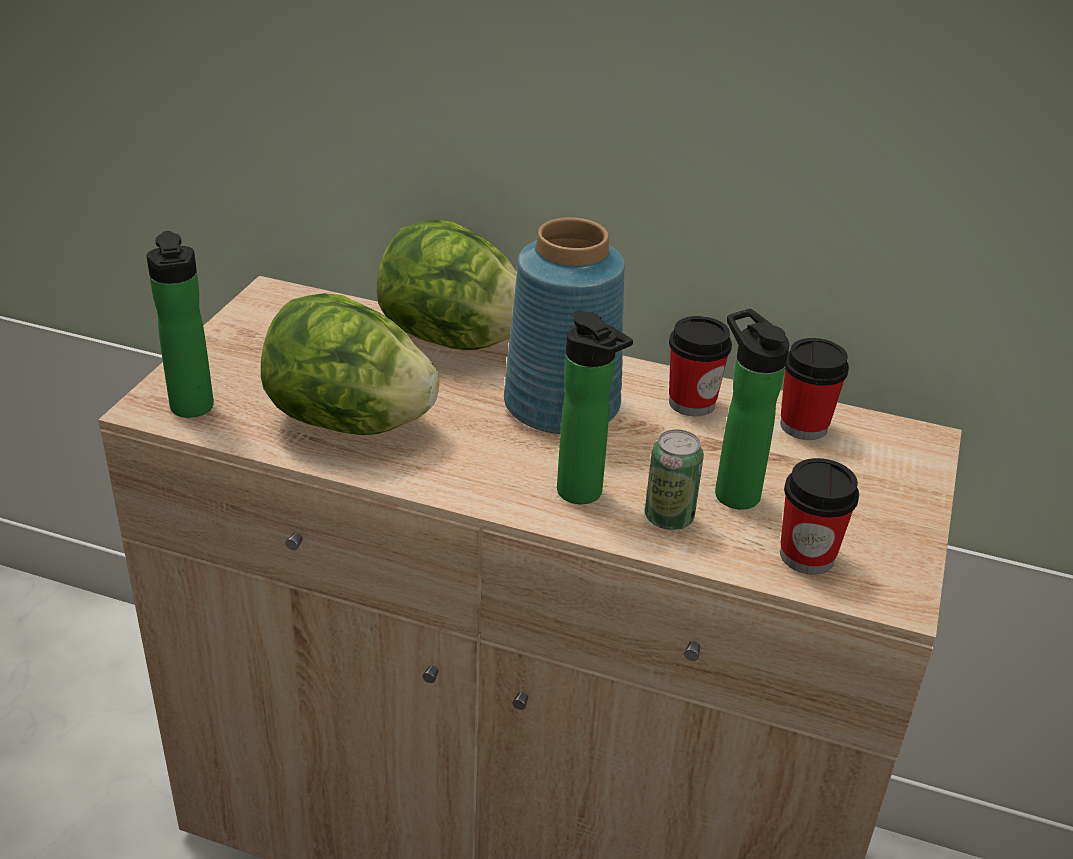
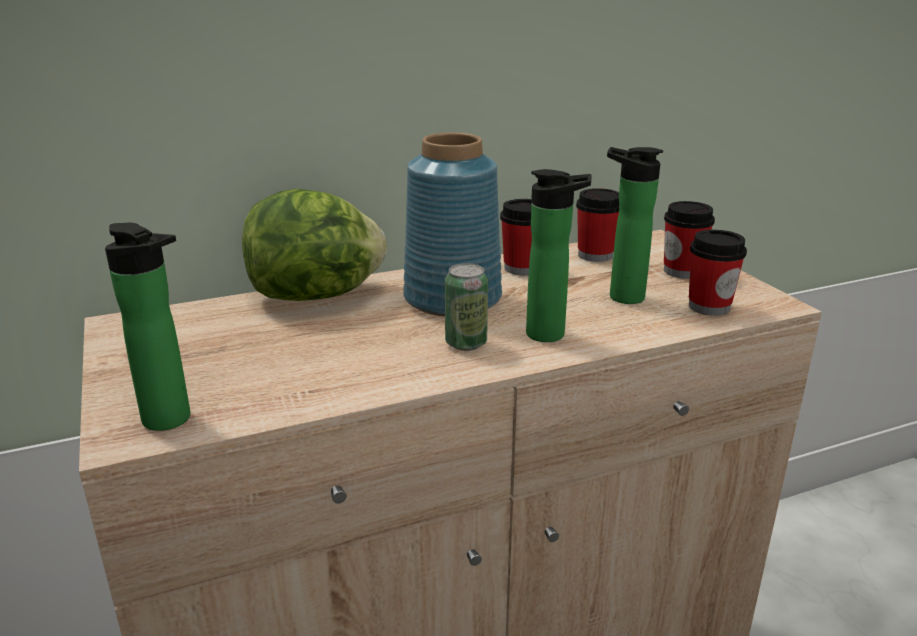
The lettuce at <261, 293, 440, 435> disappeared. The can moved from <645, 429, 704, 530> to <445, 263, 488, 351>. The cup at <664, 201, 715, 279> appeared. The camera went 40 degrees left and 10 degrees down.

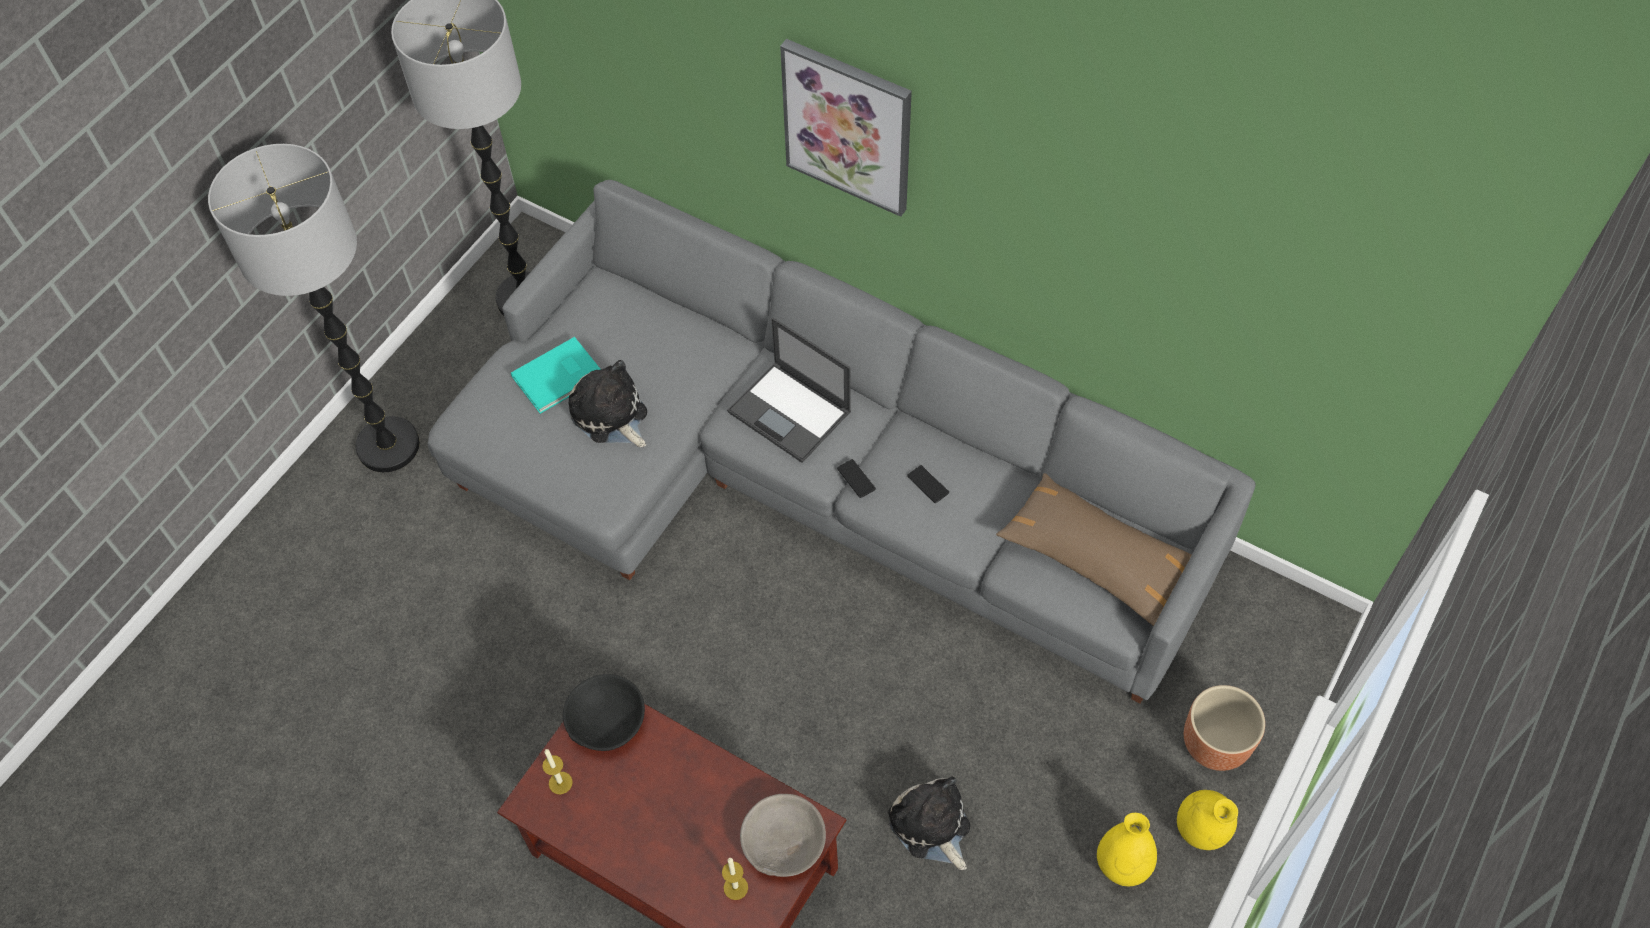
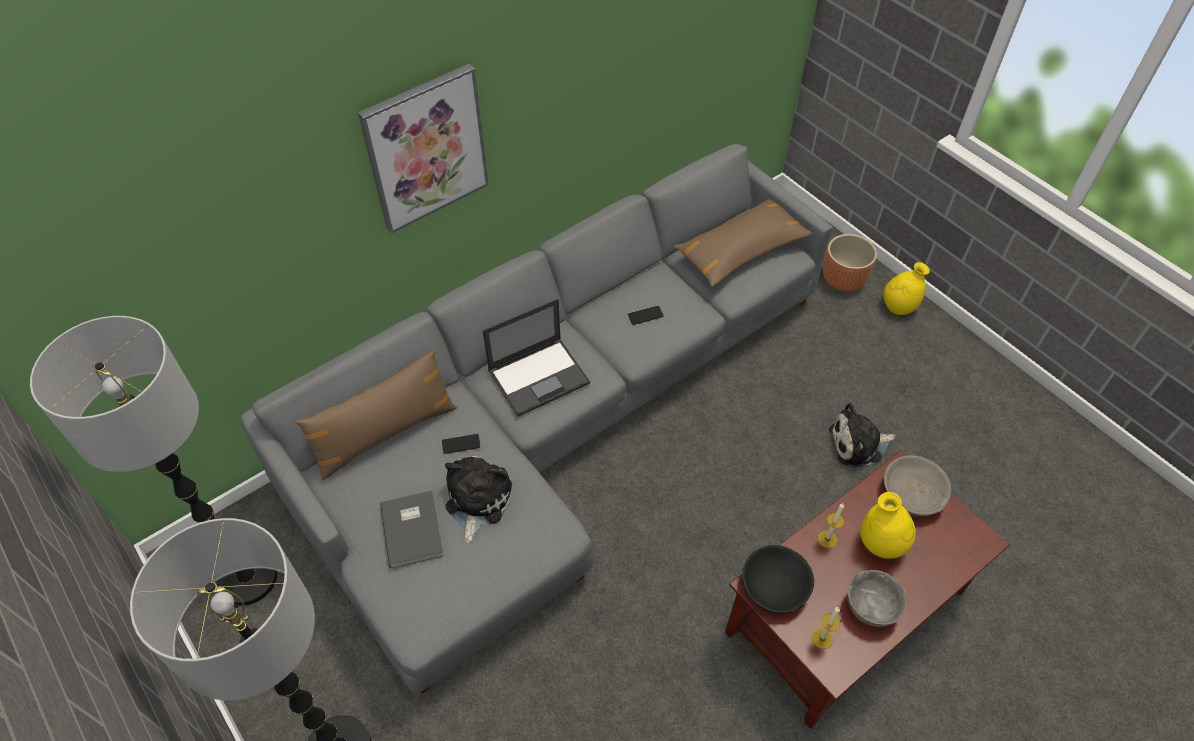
The turquoise book at <511, 337, 601, 414> became the grey book at <380, 491, 444, 568>. The plush toy at <569, 360, 647, 447> turned 120 degrees clockwise. The phone moved from <837, 459, 876, 498> to <442, 434, 480, 454>. The yellow vase moved from <1097, 813, 1157, 886> to <860, 492, 916, 559>. The candle moved from <722, 858, 748, 900> to <818, 503, 844, 548>. The brown pillow at <296, 350, 457, 481> appeared. The grey bowl at <847, 570, 907, 627> appeared. The camera went 70 degrees left and 5 degrees down.

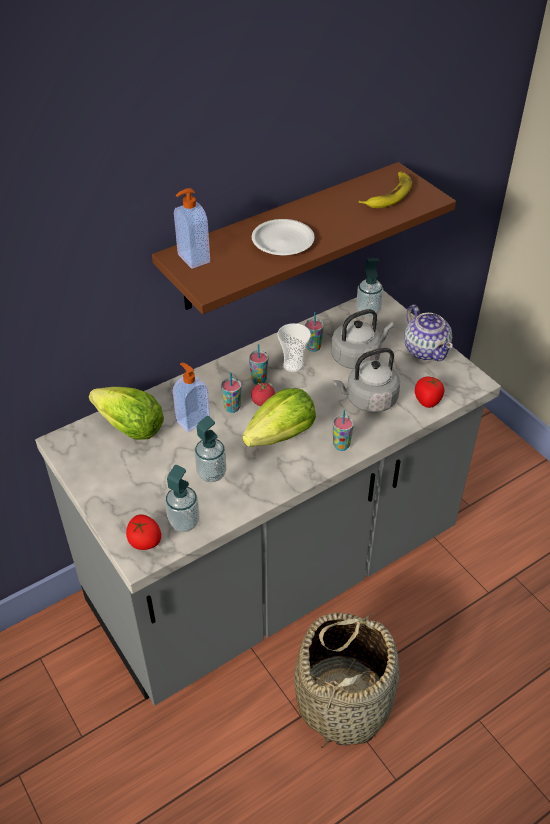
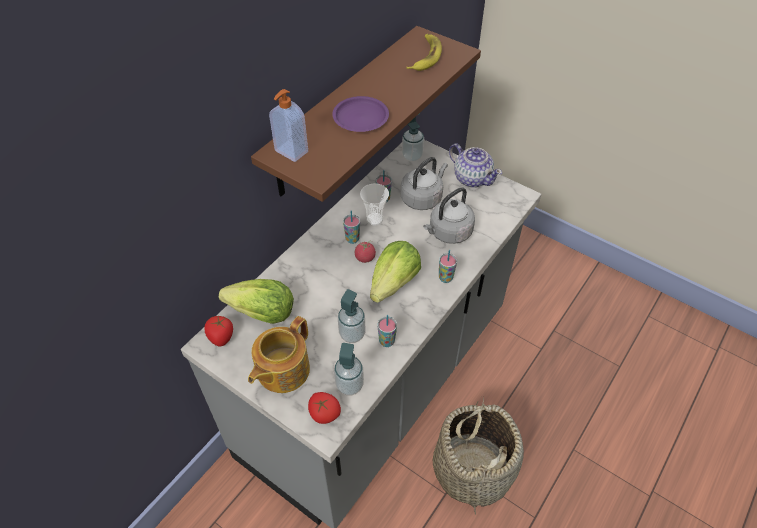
The white plate at <252, 219, 315, 255> became the purple plate at <332, 96, 389, 132>. The soap dispenser at <173, 363, 210, 432> disappeared. The cup moved from <221, 372, 241, 413> to <378, 315, 397, 347>. The tomato moved from <415, 376, 444, 408> to <204, 316, 233, 346>. The teapot at <248, 316, 310, 393> appeared. The camera went 20 degrees left and 5 degrees up.

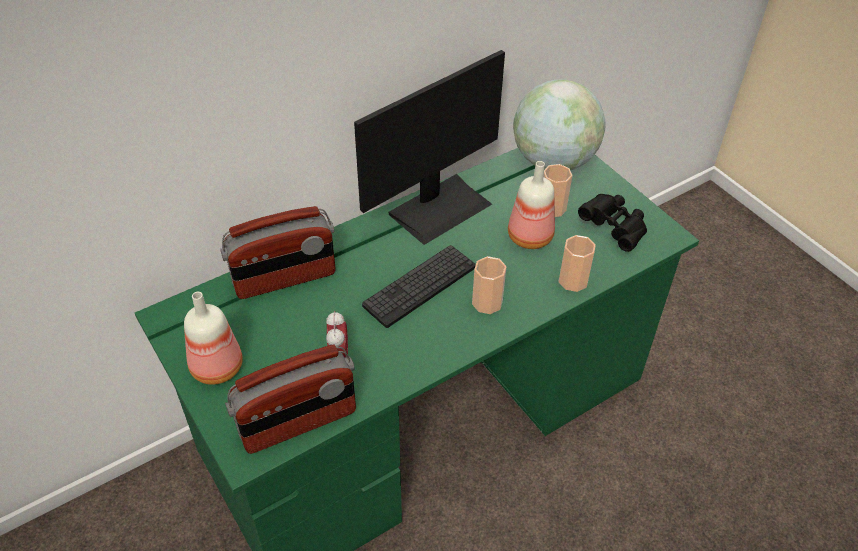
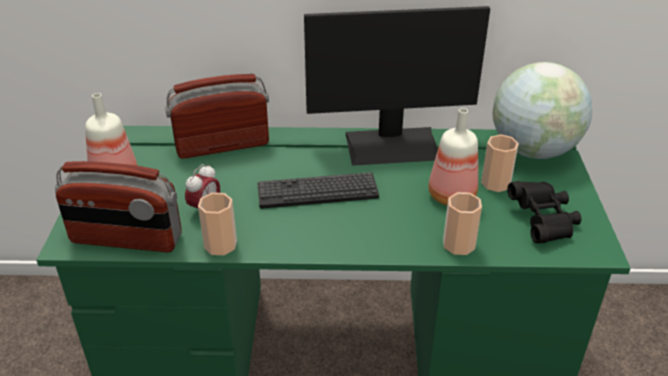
The radio at <220, 206, 335, 299> turned 150 degrees clockwise. The cup moved from <472, 256, 506, 314> to <198, 193, 237, 255>. The camera went 35 degrees right and 10 degrees down.

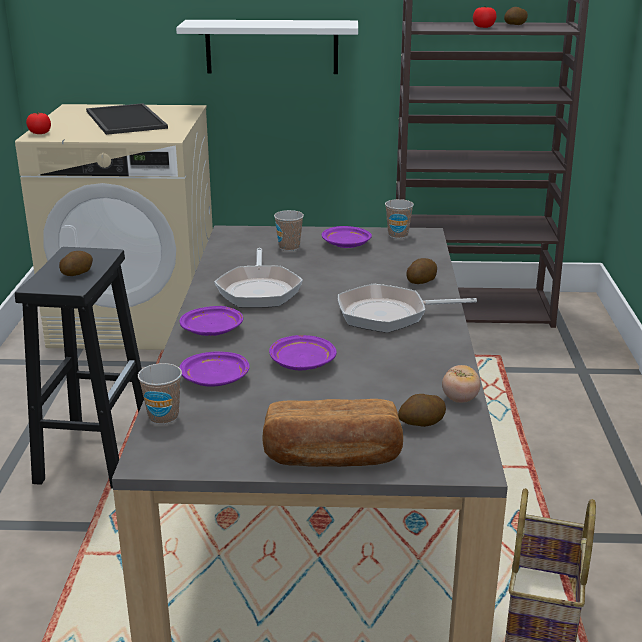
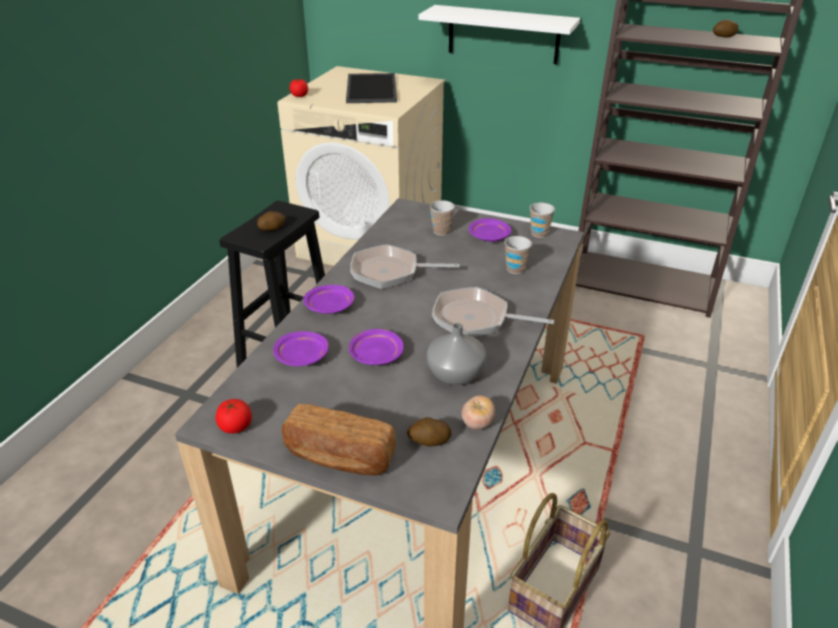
The tomato moved from <473, 6, 497, 28> to <216, 399, 252, 434>. The frying pan at <214, 248, 303, 308> turned 75 degrees clockwise. The potato at <406, 258, 437, 284> disappeared. The cup moved from <138, 363, 182, 424> to <504, 236, 532, 274>. The grey vase at <427, 323, 487, 385> appeared. The camera went 20 degrees right and 10 degrees up.

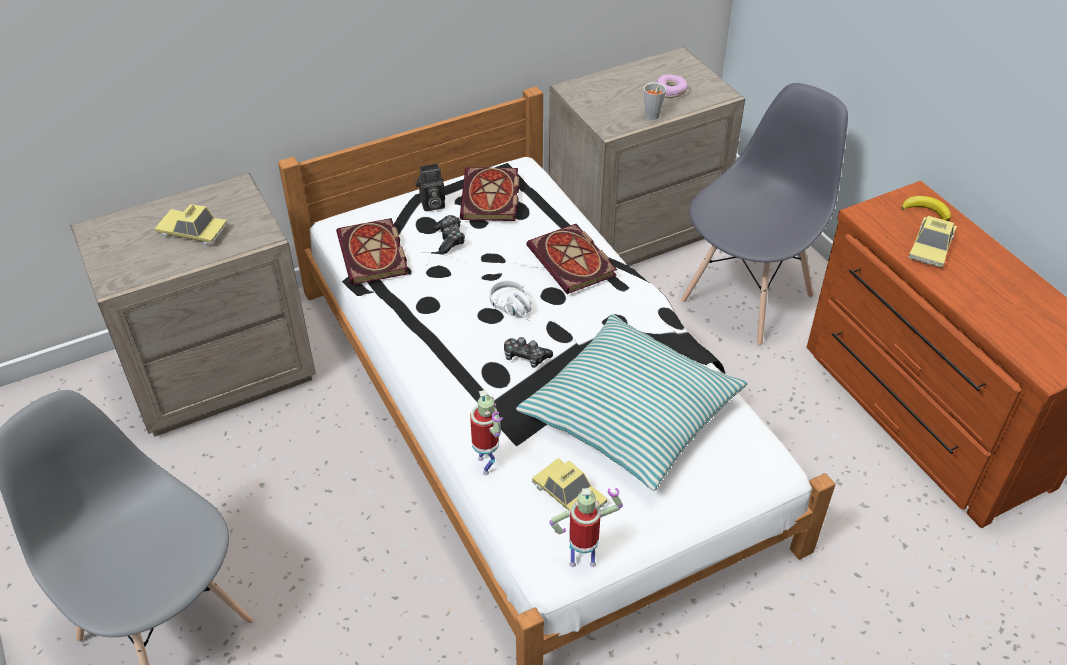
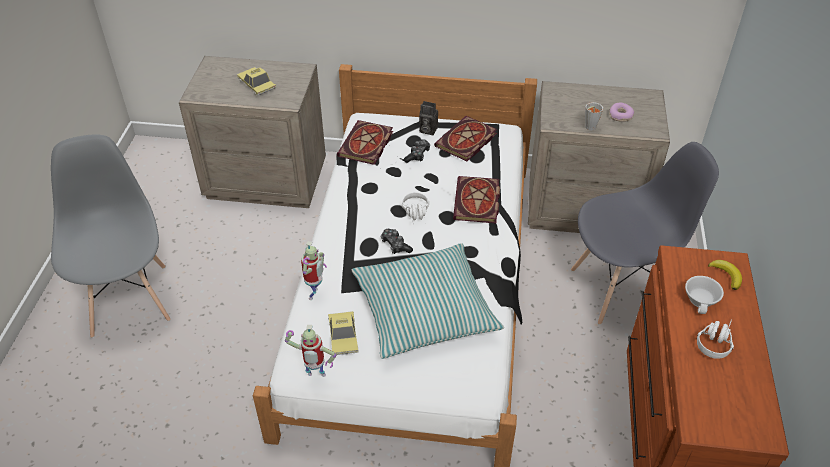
The toy car at <908, 216, 957, 268> was replaced by the white cup at <685, 276, 724, 314>. The toy robot at <549, 488, 623, 567> turned 150 degrees clockwise. The white headphones at <697, 319, 734, 359> appeared. The camera went 35 degrees right and 0 degrees up.

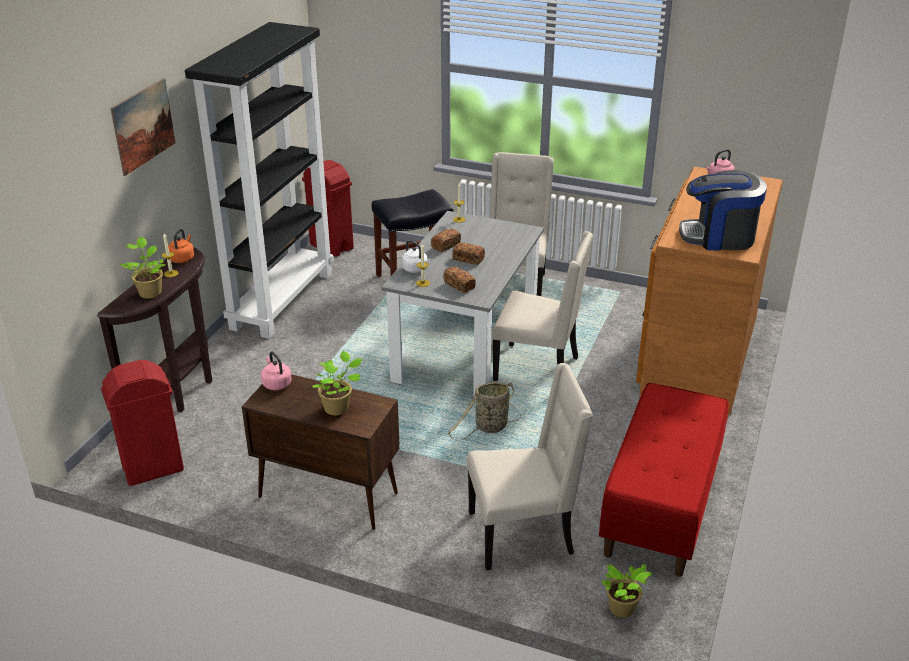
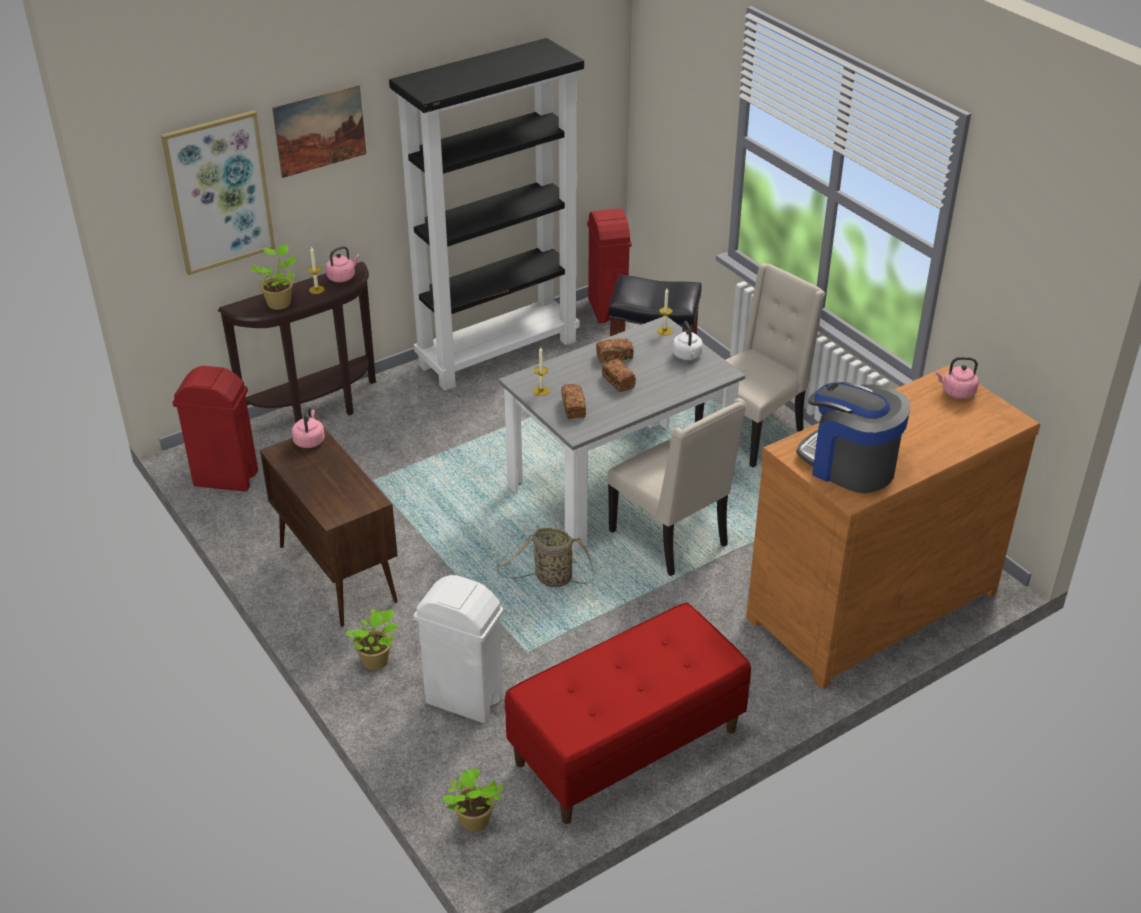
The orange kettle at <168, 229, 194, 263> became the pink kettle at <325, 246, 360, 282>. The white kettle moved from <402, 240, 429, 273> to <672, 321, 703, 360>. The potted plant moved from <312, 351, 363, 415> to <344, 609, 398, 670>. The beige chair at <467, 363, 593, 570> was replaced by the white trash can at <414, 575, 503, 723>. The picture at <161, 110, 275, 275> appeared. The camera went 35 degrees right and 5 degrees up.

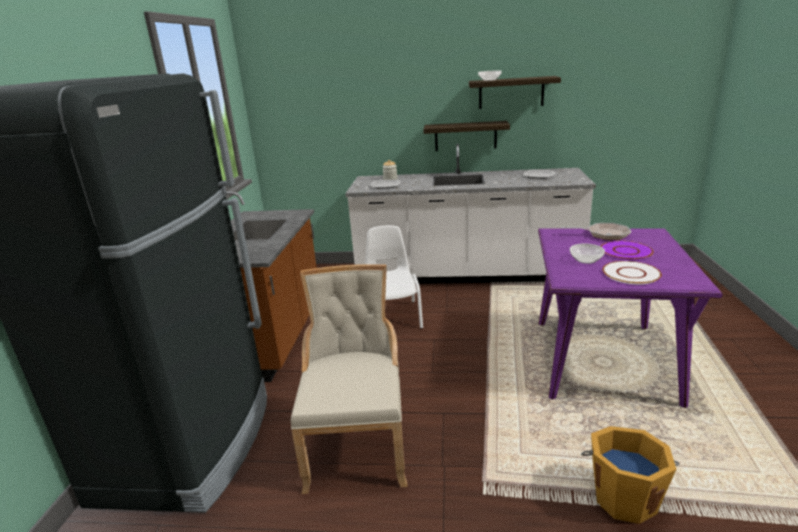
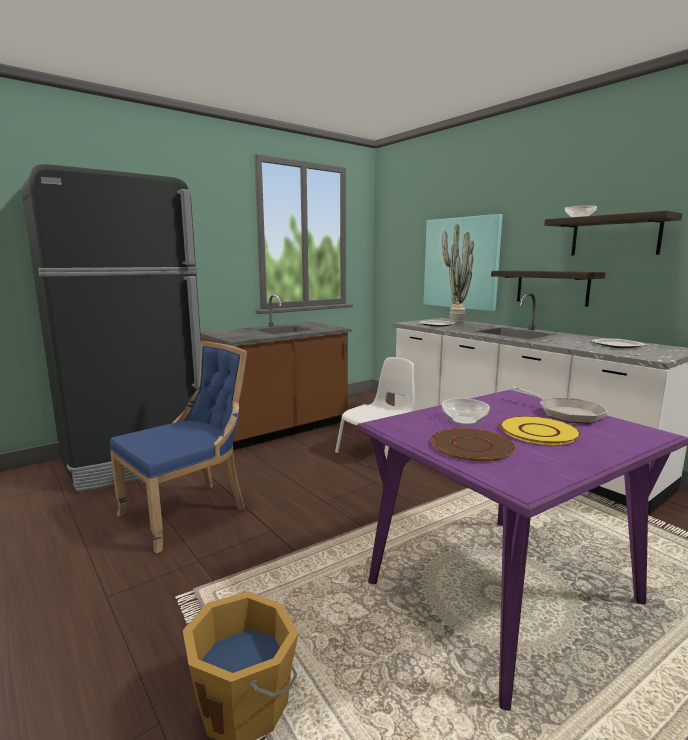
The purple plate at <601, 241, 653, 260> became the yellow plate at <499, 416, 581, 445>. The white plate at <602, 261, 662, 284> became the brown plate at <430, 428, 516, 462>. The beige chair at <291, 264, 407, 494> became the blue chair at <110, 341, 247, 554>. The picture at <424, 214, 503, 311> appeared. The camera went 45 degrees right and 10 degrees down.

